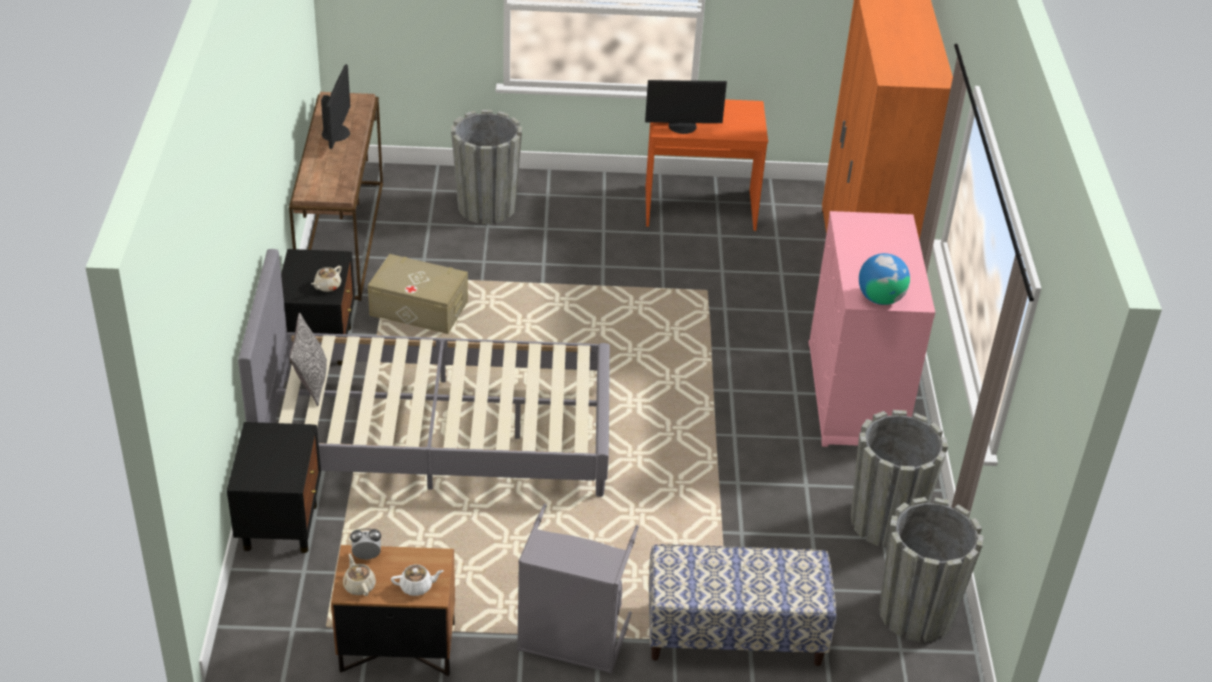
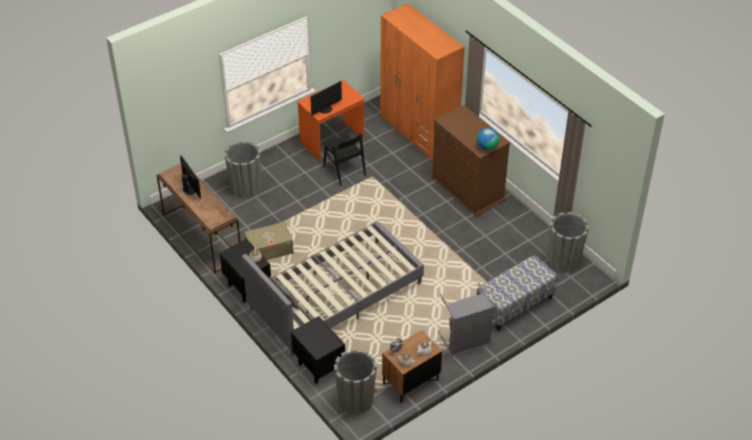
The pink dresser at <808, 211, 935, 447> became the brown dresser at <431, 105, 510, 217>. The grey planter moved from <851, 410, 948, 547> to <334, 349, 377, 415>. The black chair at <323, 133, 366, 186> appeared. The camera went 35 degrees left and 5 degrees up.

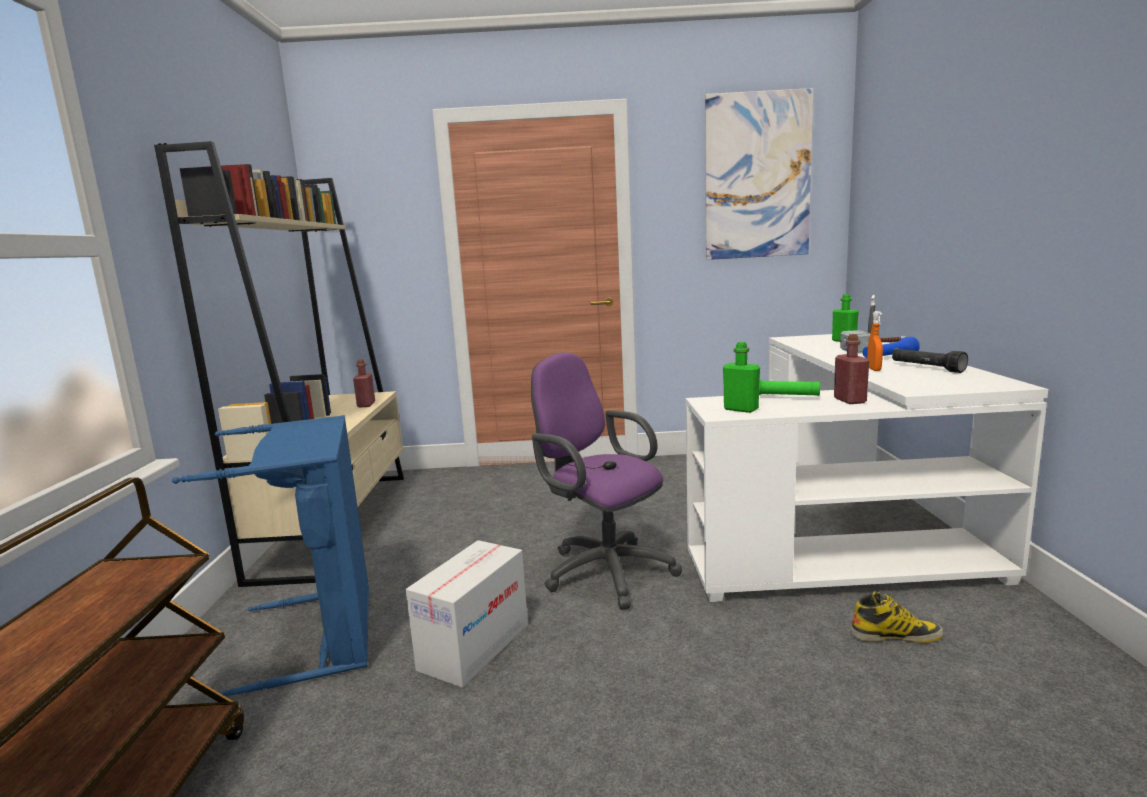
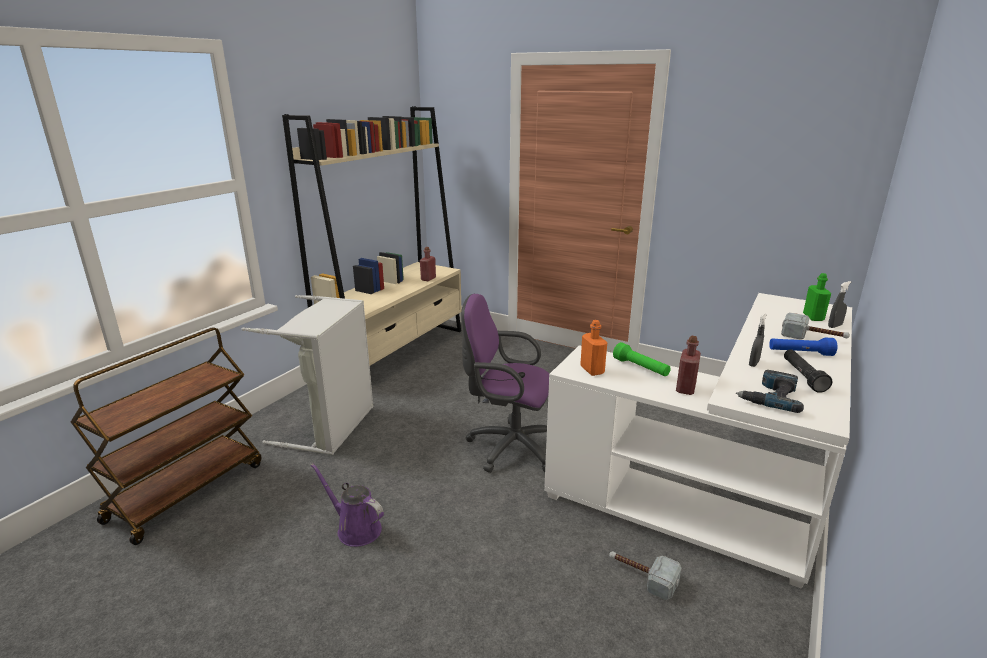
The picture at <705, 88, 813, 260> disappeared. The orange spray bottle at <867, 311, 883, 371> became the grey spray bottle at <749, 313, 766, 367>. The green bottle at <723, 342, 760, 413> became the orange bottle at <580, 320, 607, 376>. The purple office chair at <531, 352, 682, 610> turned 60 degrees counterclockwise. The blue laundry basket at <172, 415, 369, 696> became the grey laundry basket at <242, 295, 374, 455>. The cardboard box at <406, 540, 528, 688> disappeared. The boot at <851, 591, 944, 643> was replaced by the hammer at <609, 551, 682, 600>. The power drill at <736, 370, 804, 413> appeared. The purple watering can at <311, 463, 384, 547> appeared. The camera went 30 degrees right and 10 degrees up.

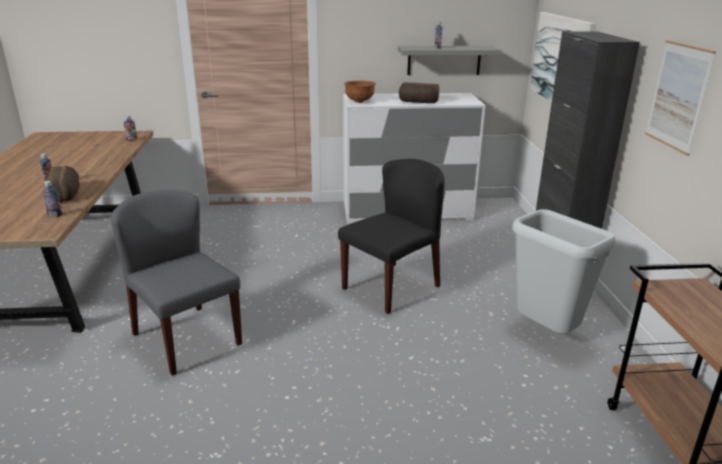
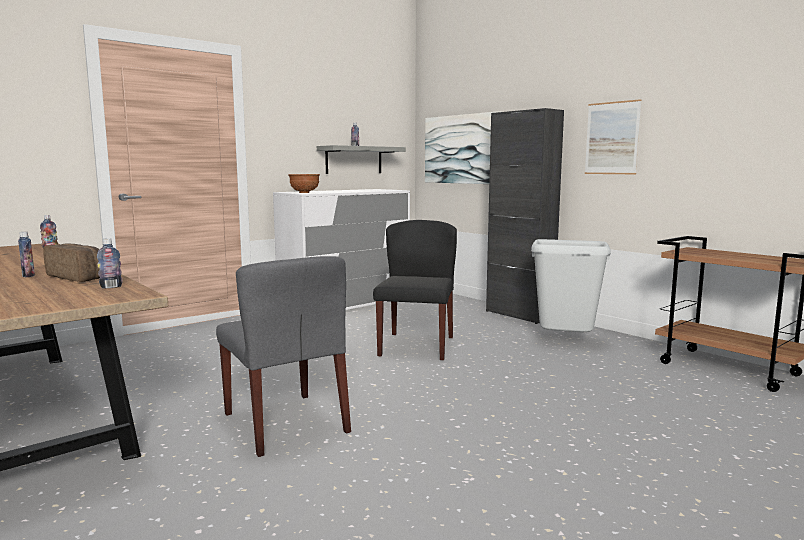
The bread at <399, 82, 439, 103> disappeared. The grey chair at <111, 190, 242, 376> turned 135 degrees counterclockwise. The camera went 35 degrees left and 15 degrees down.

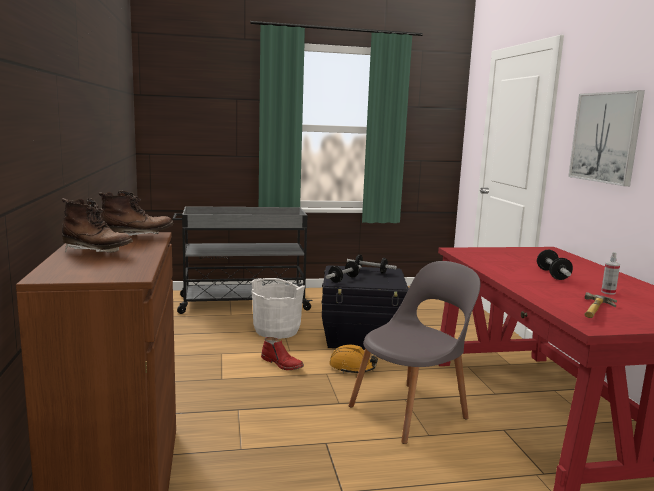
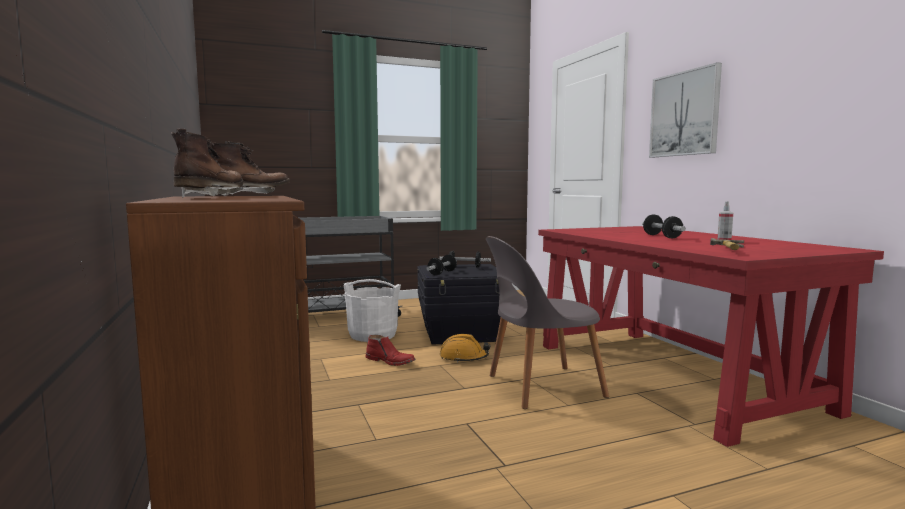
The brown boot at <62, 198, 133, 253> turned 90 degrees counterclockwise. The grey chair at <349, 261, 481, 444> turned 150 degrees counterclockwise. The camera went 10 degrees left and 5 degrees down.

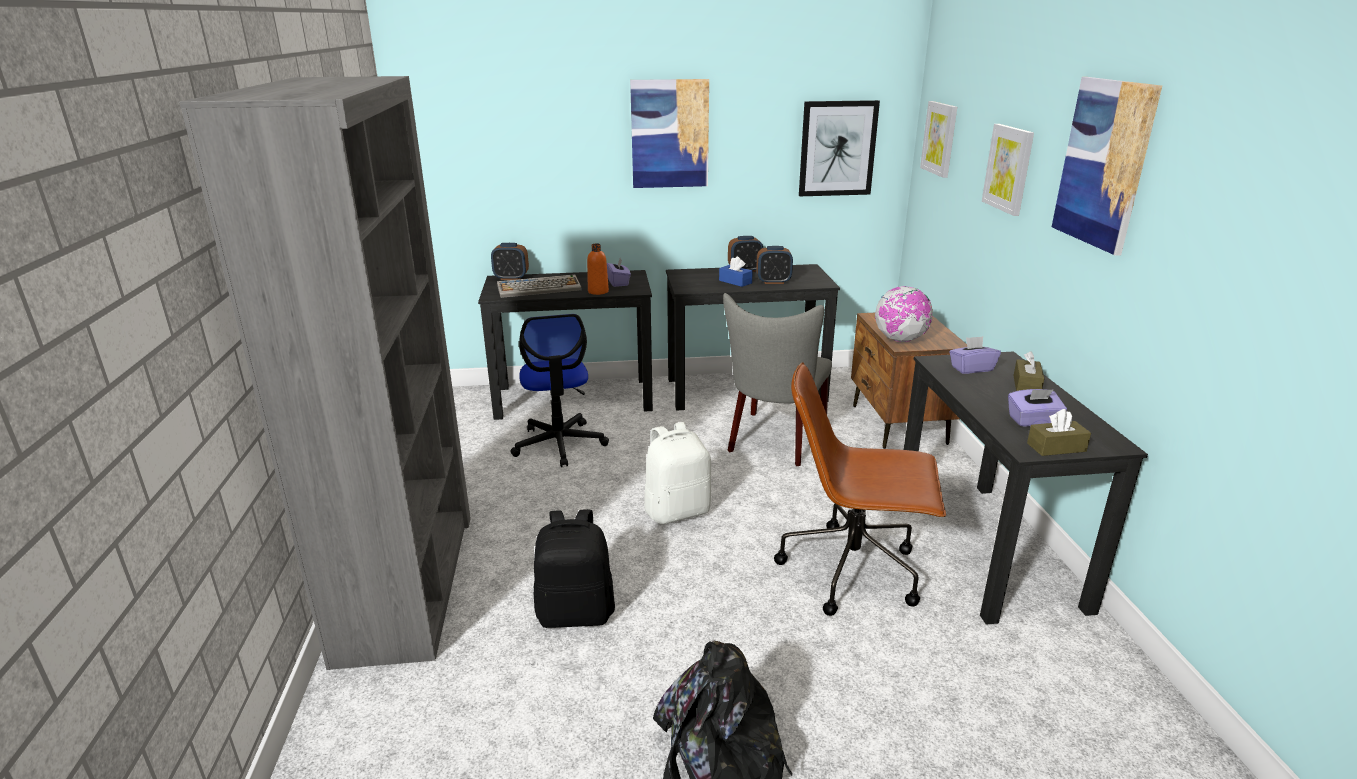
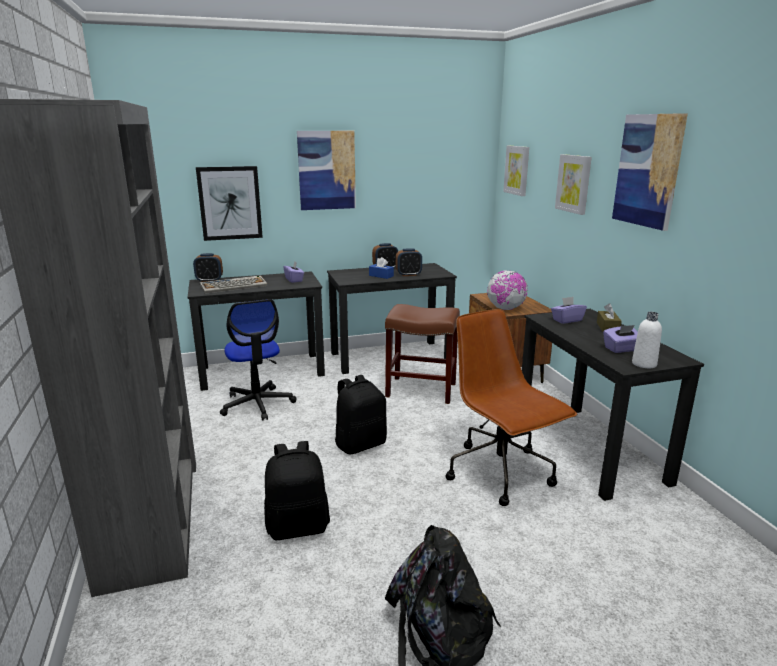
The picture moved from <799, 100, 880, 196> to <196, 166, 263, 241>. The orange bottle at <587, 243, 609, 295> disappeared. The grey chair at <723, 293, 832, 466> was replaced by the brown stool at <385, 304, 460, 404>. The brown office chair at <774, 362, 946, 616> turned 60 degrees clockwise. The brown tissue box at <1027, 409, 1091, 456> was replaced by the white bottle at <632, 312, 662, 368>. The white backpack at <644, 422, 711, 524> became the black backpack at <335, 375, 387, 454>. The camera went 10 degrees left and 5 degrees down.

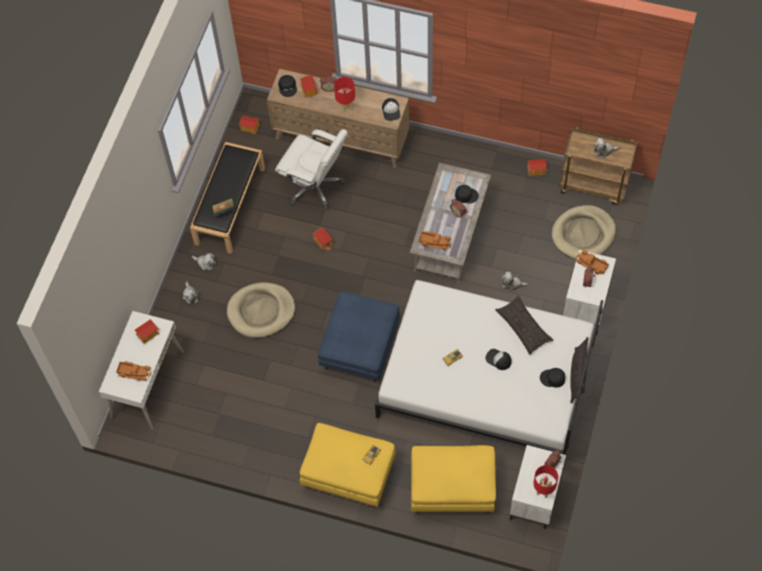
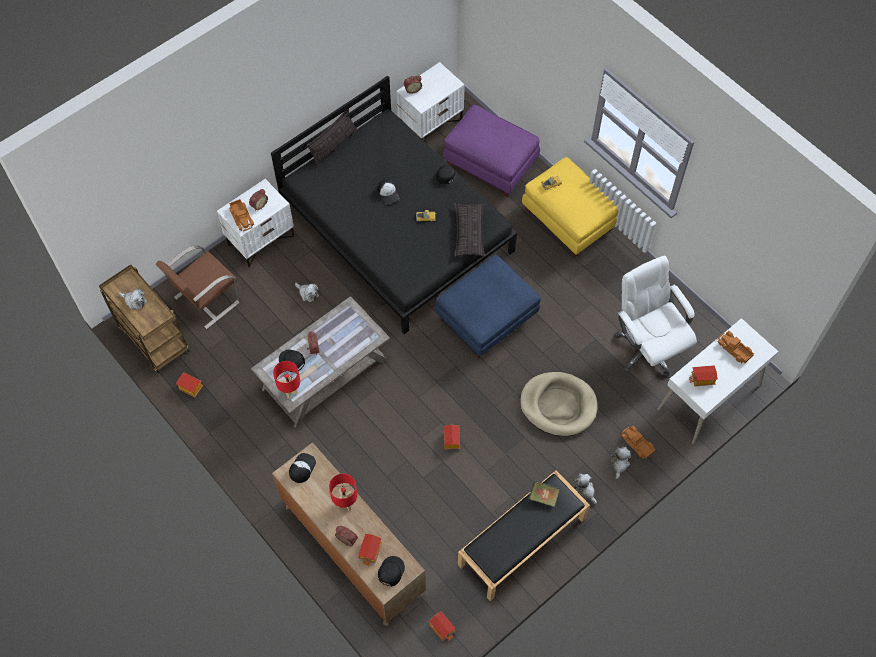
The white office chair moved from <275, 129, 348, 209> to <614, 256, 697, 377>. The beige dog bed at <552, 205, 616, 259> was replaced by the brown chair at <156, 245, 240, 329>. The toy truck moved from <419, 231, 452, 250> to <621, 426, 655, 459>. The white bed at <375, 280, 604, 455> became the black bed at <271, 76, 517, 334>. The pillow moved from <495, 295, 554, 355> to <454, 203, 485, 257>. The black cap moved from <540, 368, 565, 388> to <436, 165, 461, 188>. The yellow ottoman at <411, 445, 496, 513> became the purple ottoman at <443, 104, 540, 197>. The red table lamp moved from <534, 465, 558, 498> to <273, 361, 300, 399>. The camera went 150 degrees left and 0 degrees up.

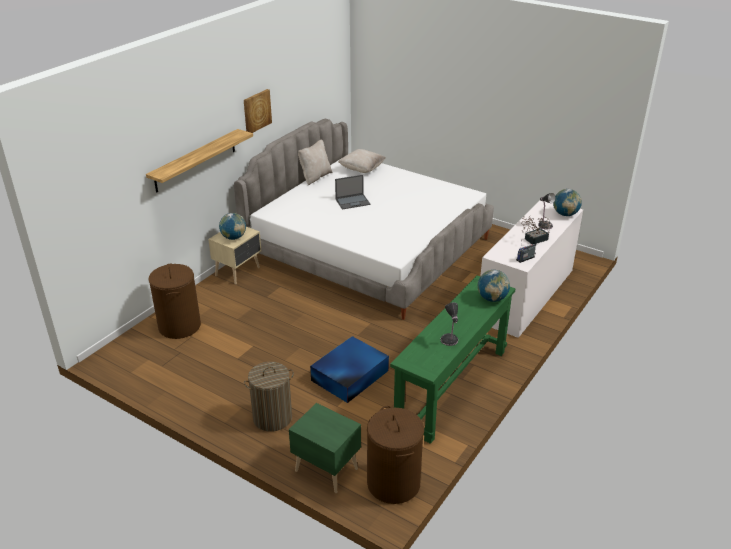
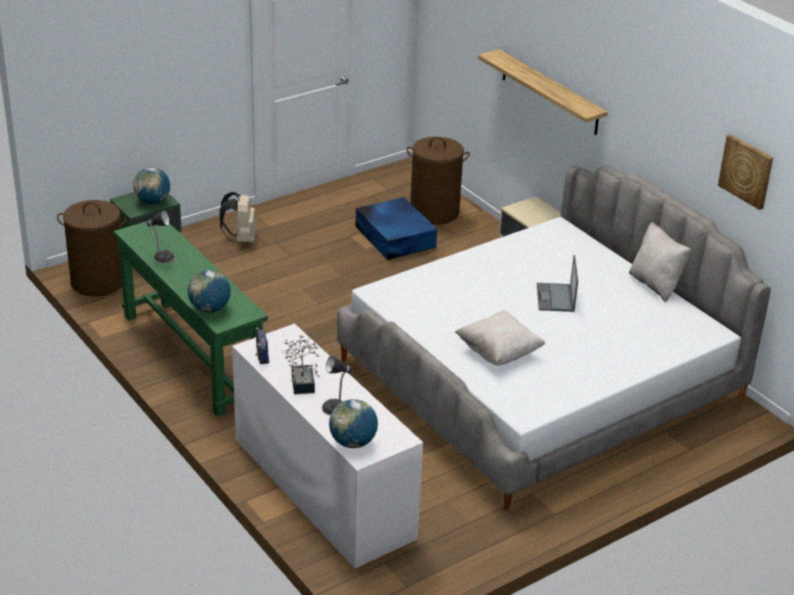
The picture moved from <244, 89, 272, 133> to <718, 134, 773, 210>. The beige pillow moved from <338, 149, 386, 173> to <455, 310, 545, 366>. The globe moved from <219, 213, 246, 240> to <133, 167, 170, 204>. The blue storage box moved from <310, 336, 389, 403> to <355, 197, 437, 260>. The laundry basket at <244, 362, 294, 432> was replaced by the beige backpack at <219, 192, 256, 242>. The camera went 110 degrees right and 0 degrees up.

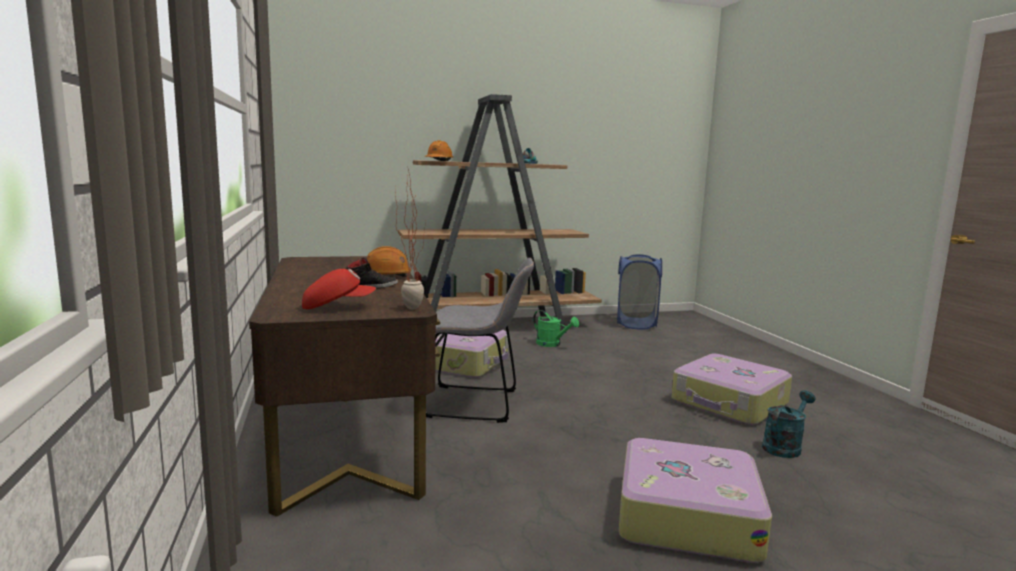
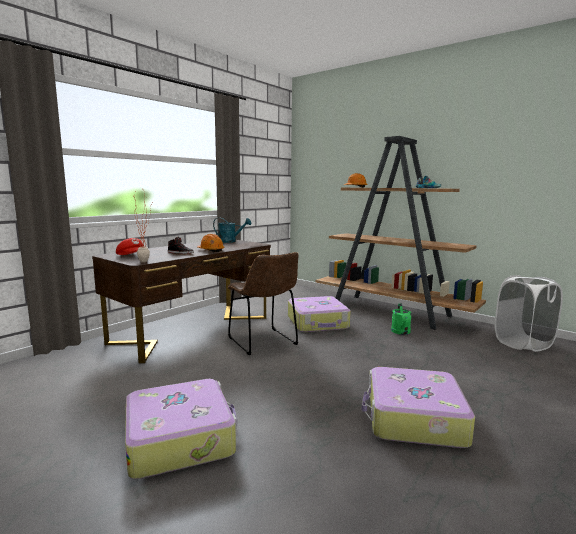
The blue laundry basket at <617, 254, 662, 330> became the white laundry basket at <495, 275, 563, 352>. The grey chair at <426, 258, 534, 423> became the brown chair at <228, 252, 299, 355>. The turquoise watering can moved from <762, 390, 816, 458> to <213, 218, 251, 243>. The camera went 55 degrees right and 0 degrees up.

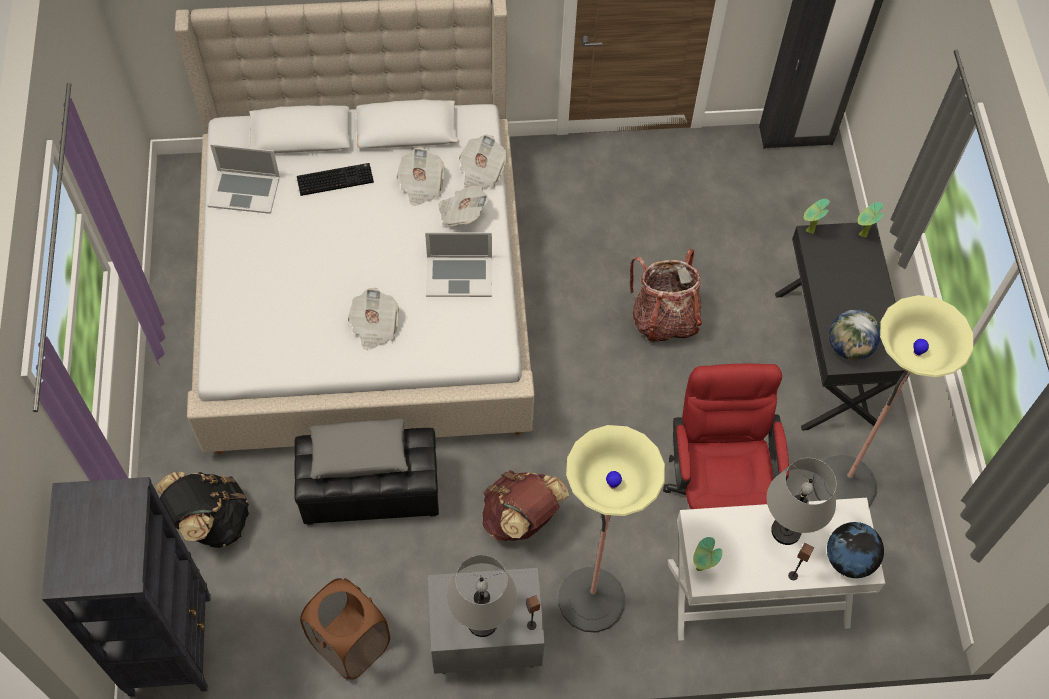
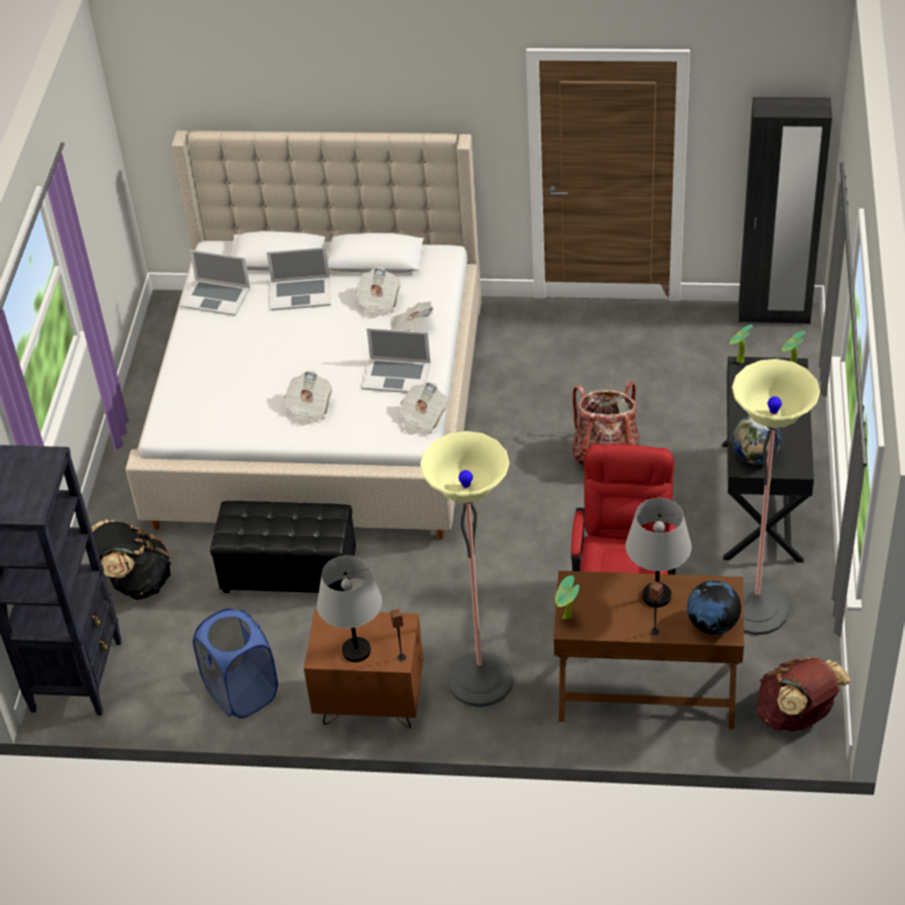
The newspaper moved from <459, 135, 507, 189> to <400, 382, 447, 435>. The keyboard at <297, 163, 374, 196> was replaced by the laptop at <267, 247, 331, 311>. The grey pillow at <309, 419, 408, 479> disappeared. The brown backpack moved from <482, 470, 569, 541> to <756, 657, 851, 731>. The white desk at <668, 498, 885, 641> became the brown desk at <554, 571, 744, 729>. The grey nightstand at <428, 568, 545, 674> became the brown nightstand at <304, 610, 423, 728>. The brown laundry basket at <300, 578, 390, 680> became the blue laundry basket at <193, 608, 278, 718>. The camera went 15 degrees right and 15 degrees down.

